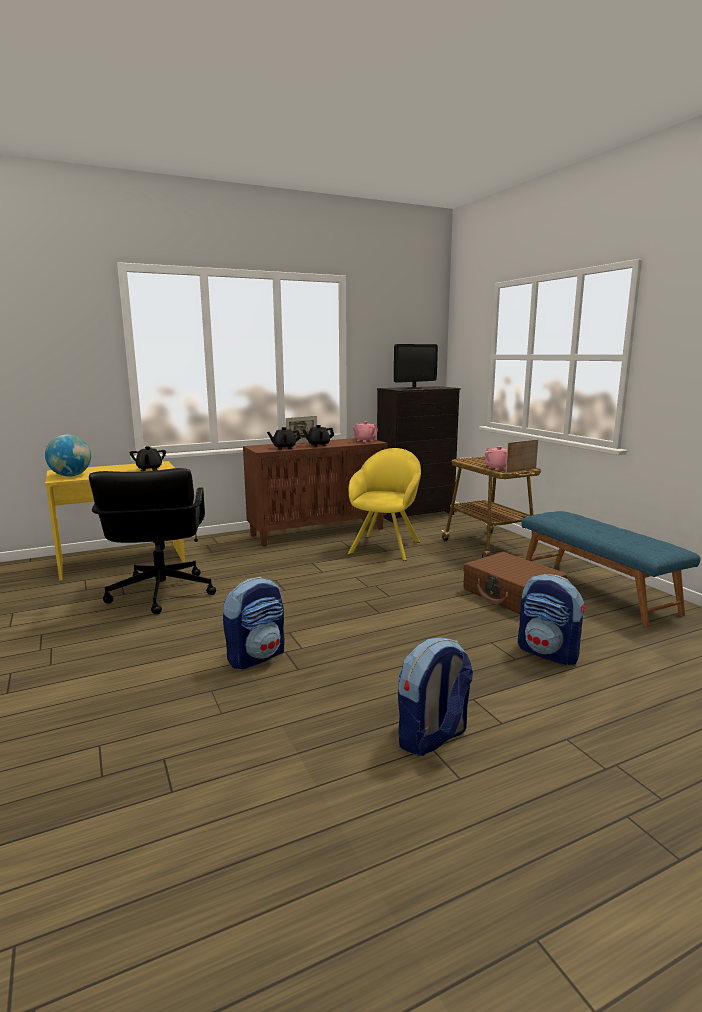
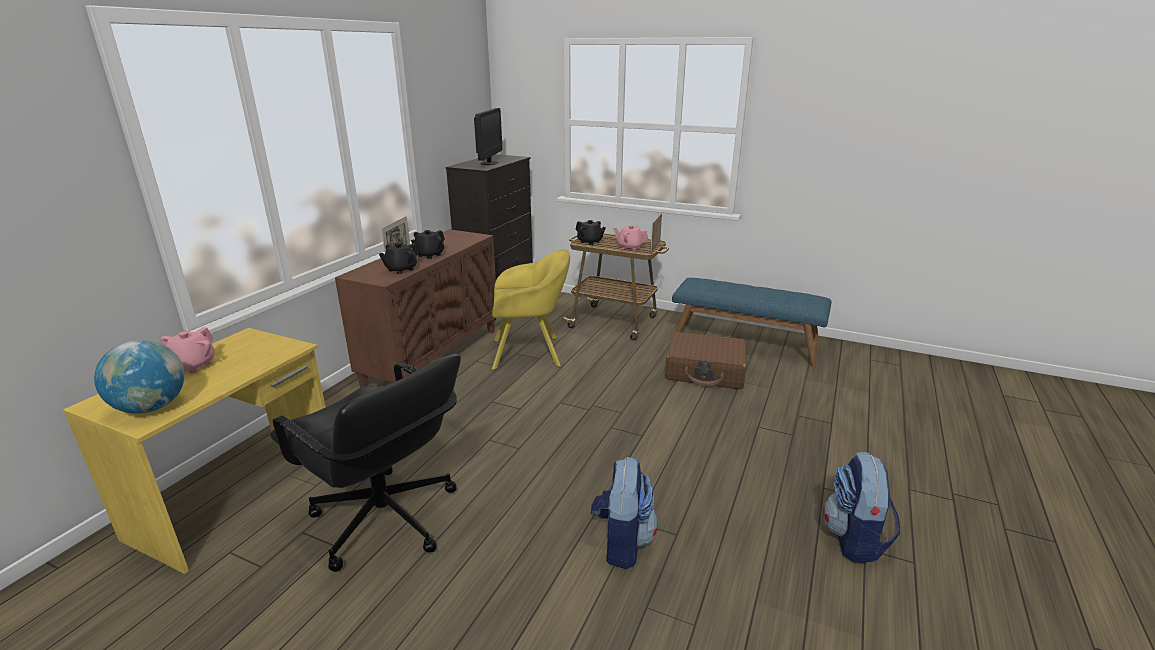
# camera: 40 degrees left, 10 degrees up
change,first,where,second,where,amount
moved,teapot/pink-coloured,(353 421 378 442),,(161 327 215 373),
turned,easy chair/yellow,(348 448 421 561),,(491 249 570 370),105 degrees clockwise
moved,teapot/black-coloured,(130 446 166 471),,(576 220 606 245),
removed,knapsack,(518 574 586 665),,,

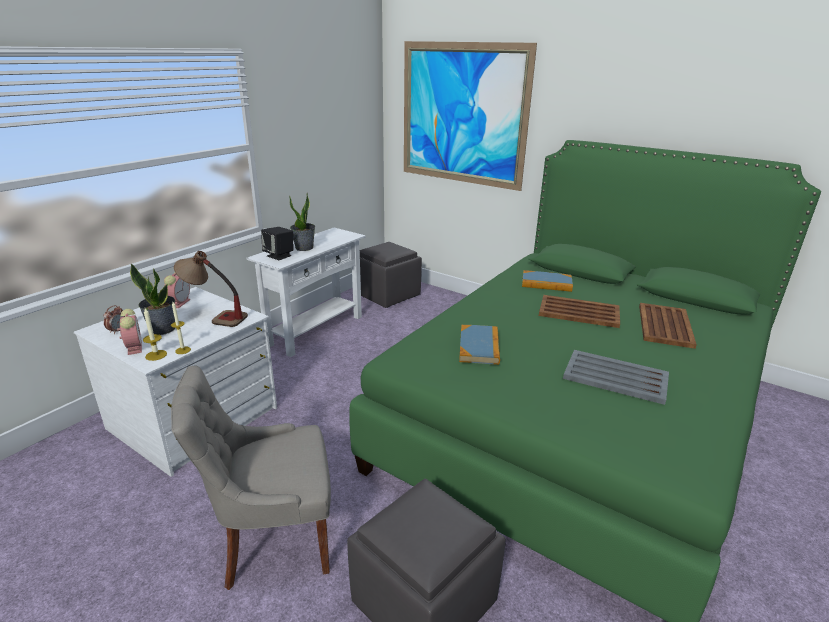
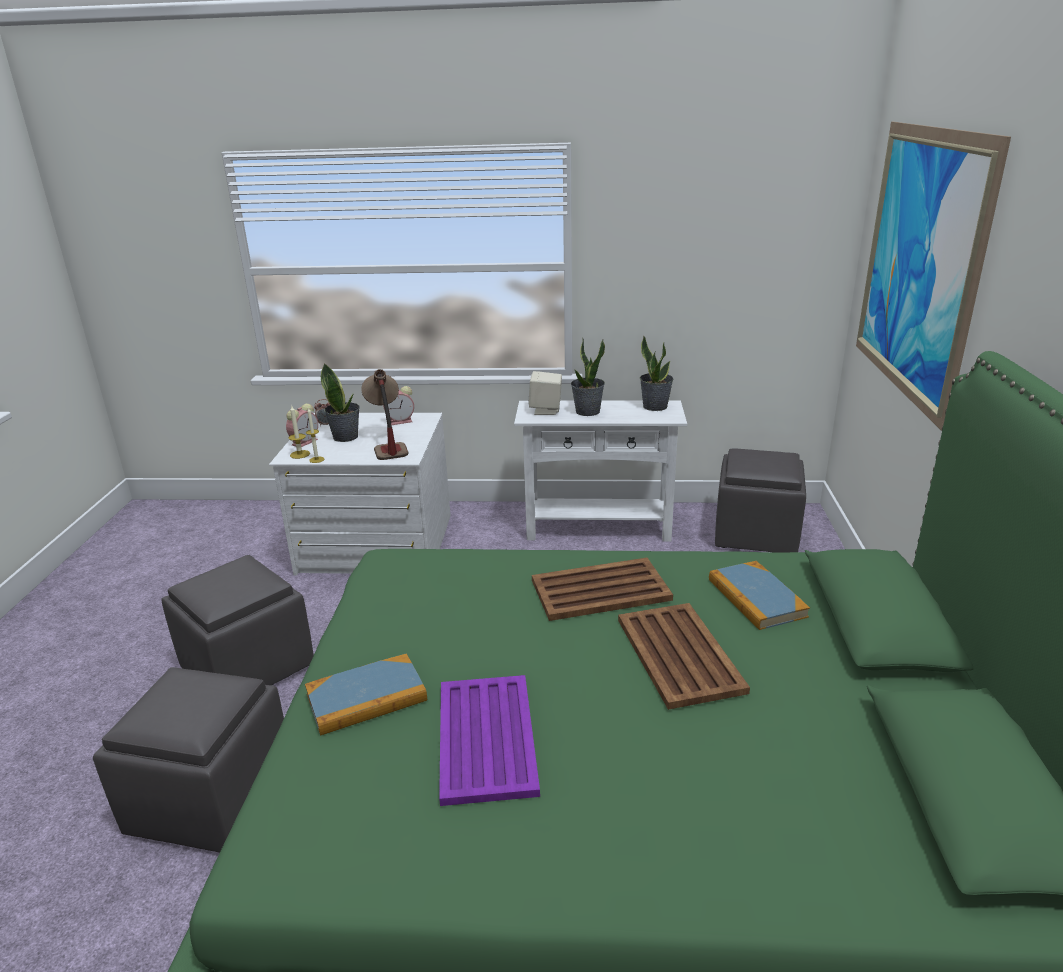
# camera: 60 degrees right, 0 degrees up
change,first,where,second,where,amount
replaced,upright chair/gray,(171 365 331 590),ottoman/gray,(161 555 314 685),
moved,book,(459 325 500 365),,(305 653 427 736),
recoloured,tray/gray,(563 350 669 405),tray/purple,(439 675 540 806),
recoloured,audio speaker/black-coloured,(261 227 294 260),audio speaker/beige,(528 371 562 415),
moved,tray/brown-coloured,(639 303 697 349),,(532 558 673 621),
added,,,potted plant,(640 335 674 411),

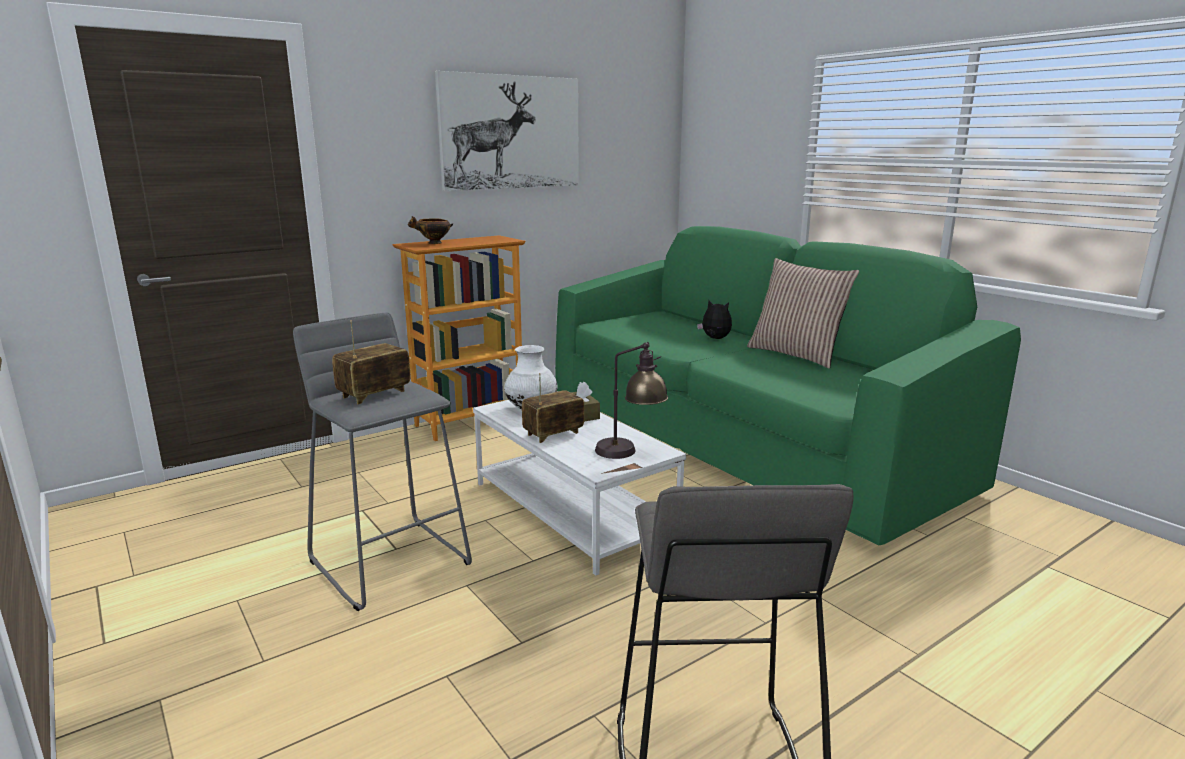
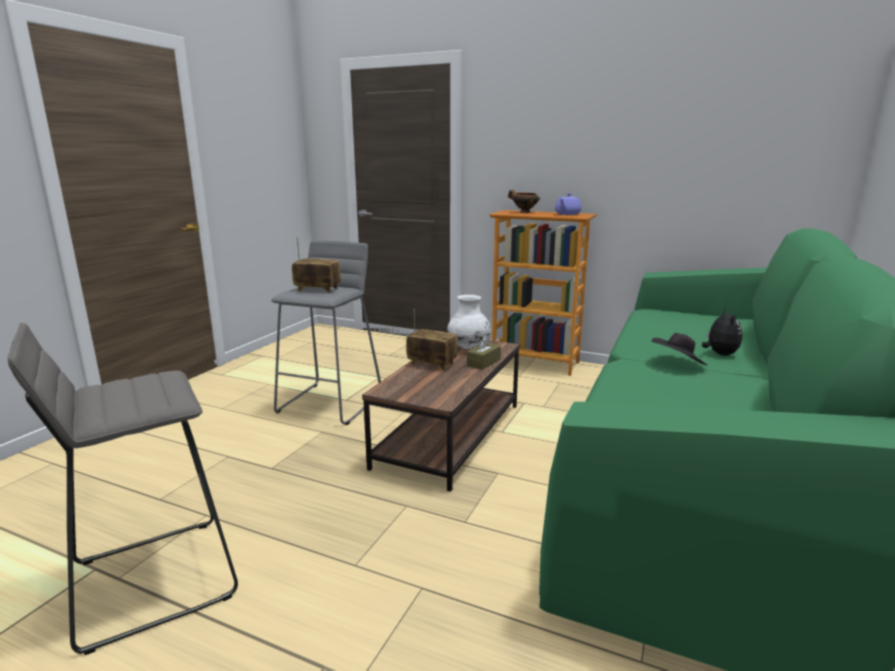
# camera: 60 degrees right, 0 degrees up
change,first,where,second,where,amount
recoloured,low table/whitish,(473 400 686 576),low table/brown-coloured,(362 340 520 492),
added,,,teapot/purple,(555 193 582 215),
added,,,wearable hat/black-coloured,(652 333 707 365),
removed,wall picture,(435 71 579 191),,,
removed,lamp for a table,(595 342 668 459),,,
removed,throw pillow,(747 258 859 369),,,

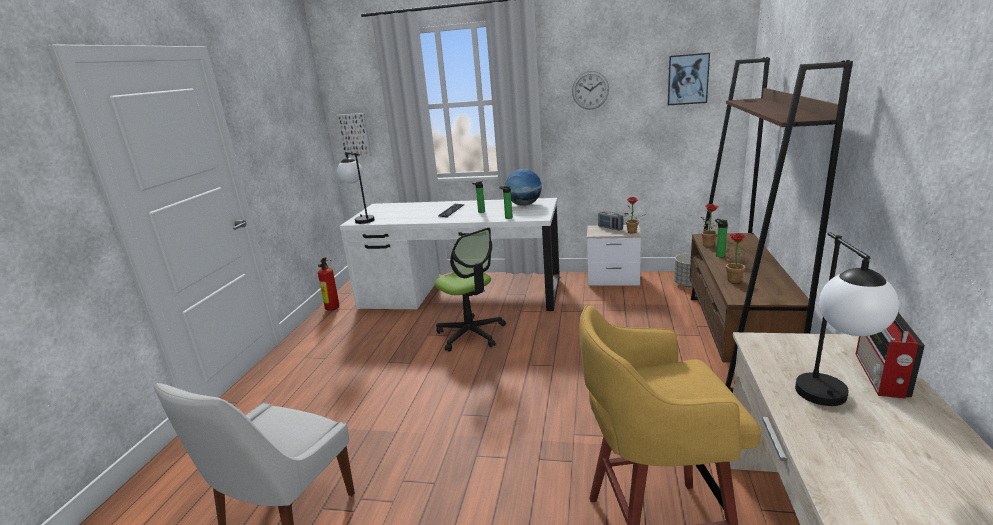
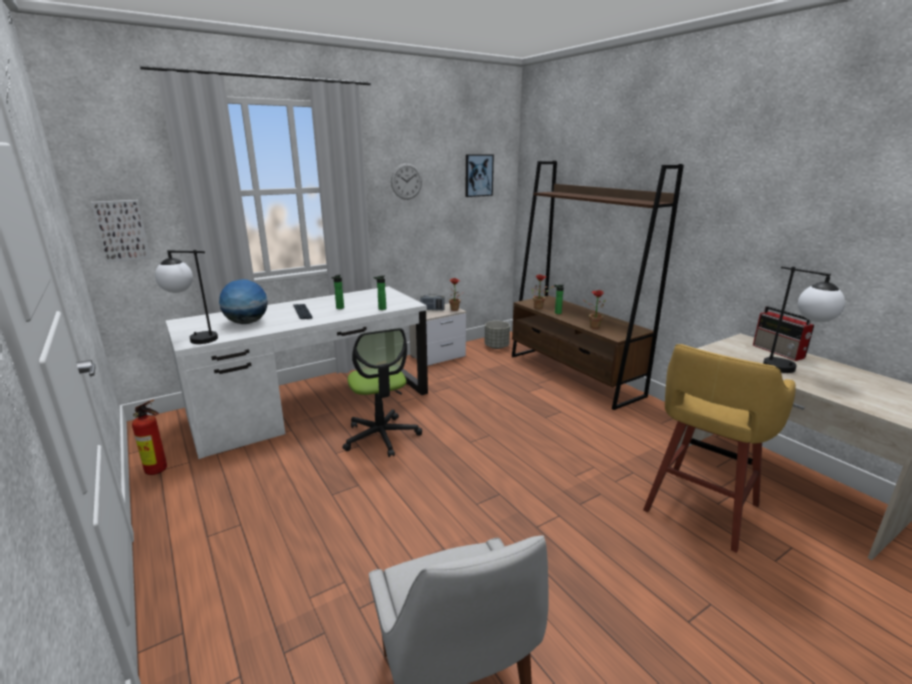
# camera: 45 degrees left, 0 degrees up
change,first,where,second,where,amount
moved,desk globe,(505 169 542 206),,(219 279 268 324),
turned,computer chair,(435 228 506 352),,(342 328 422 457),60 degrees clockwise

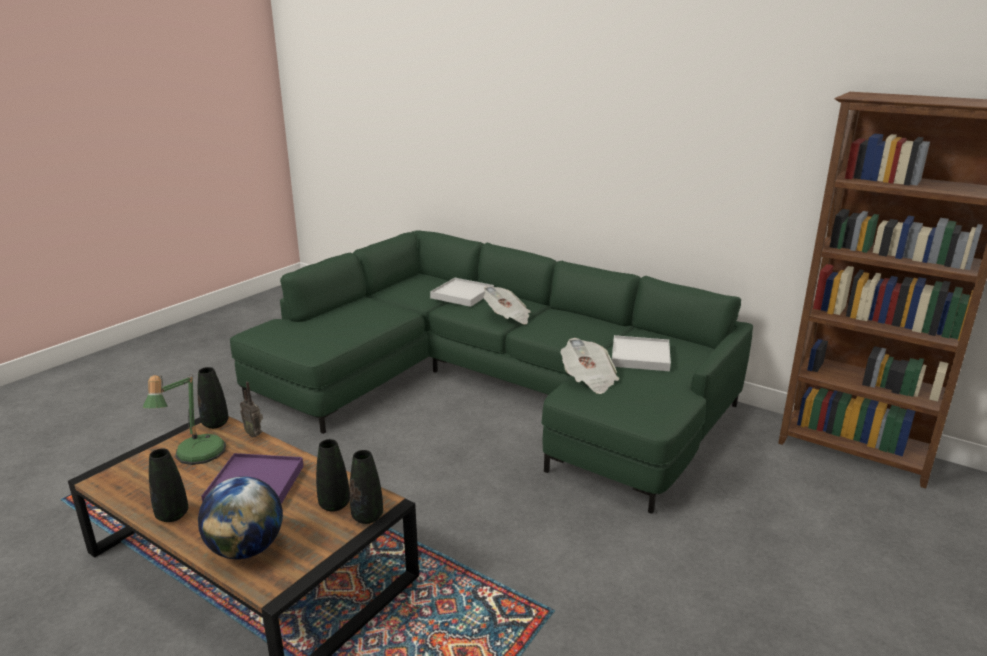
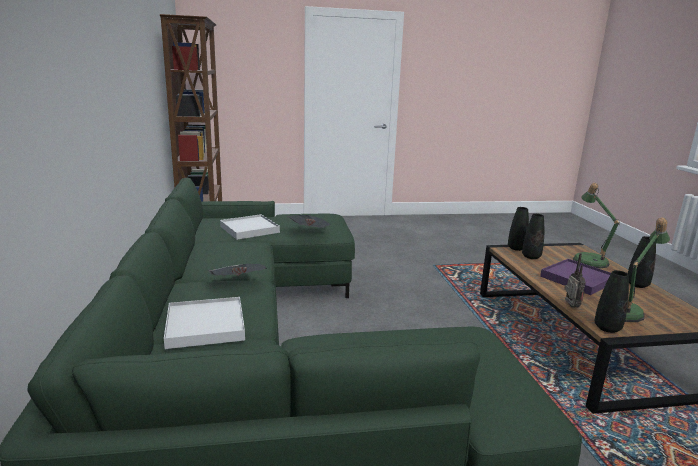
# camera: 135 degrees left, 5 degrees down
change,first,where,second,where,amount
replaced,desk globe,(198 476 283 559),lamp for a table,(573 183 620 268),

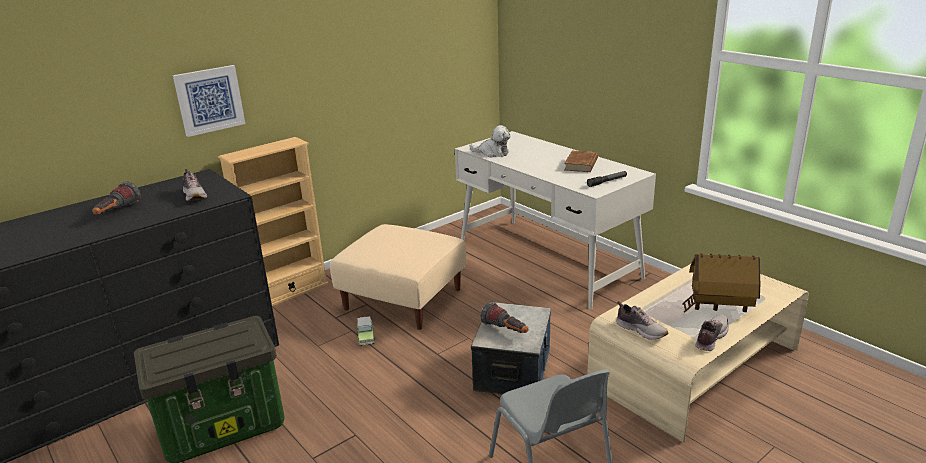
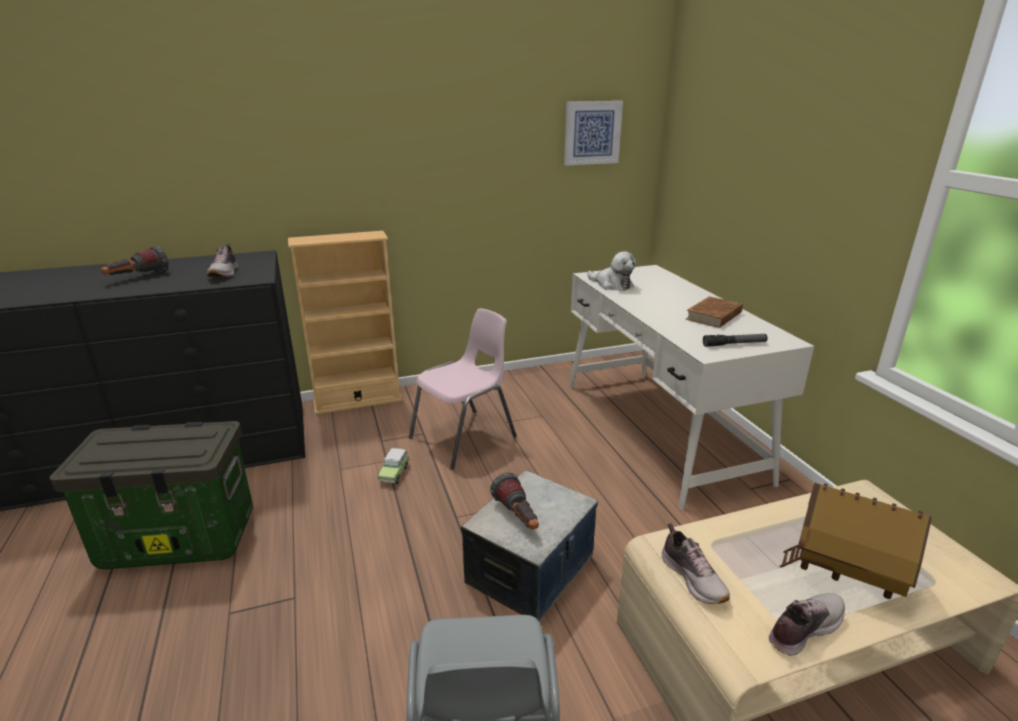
# camera: 20 degrees right, 0 degrees up
change,first,where,second,where,amount
replaced,ottoman/beige,(330 224 466 330),upright chair/pink-coloured,(409 308 517 469),
moved,wall picture,(173 65 245 137),,(564 101 623 165),

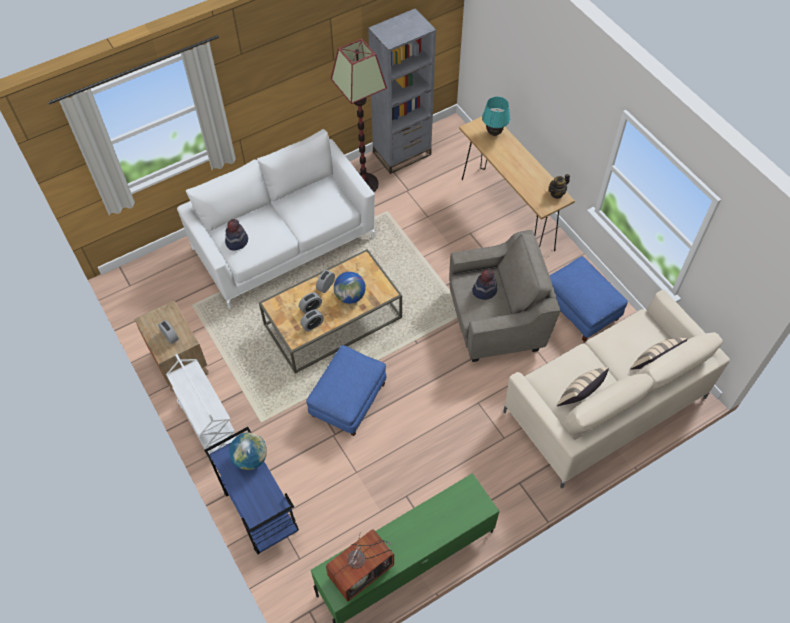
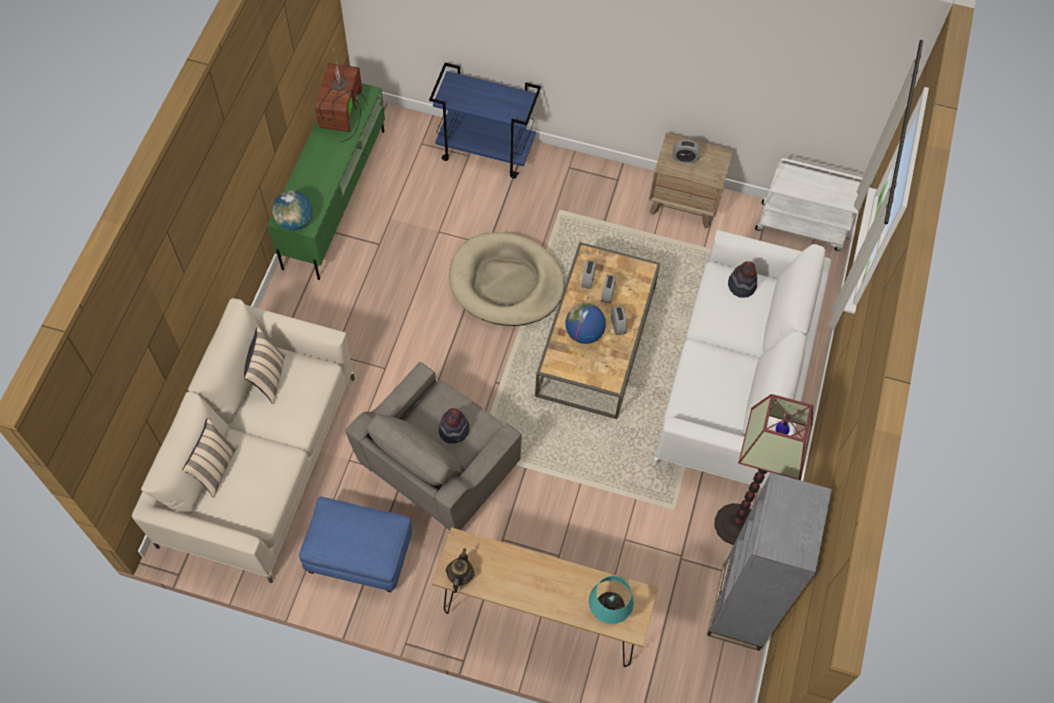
# camera: 135 degrees right, 5 degrees up
change,first,where,second,where,amount
moved,desk globe,(229 432 267 470),,(272 190 313 230),
replaced,ottoman/bluish,(306 345 386 436),dog bed/beige,(449 232 565 326),
moved,cart/whitish,(166 354 236 463),,(755 158 862 251),

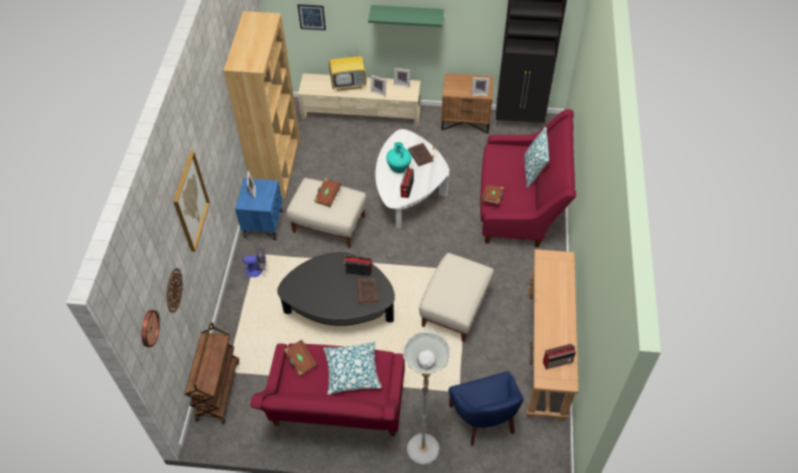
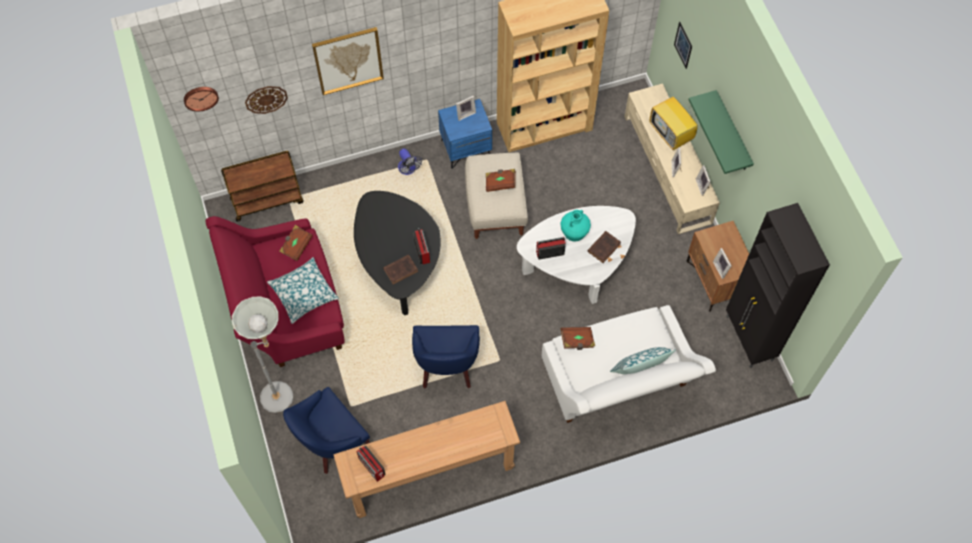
# camera: 65 degrees right, 10 degrees up
change,first,where,second,where,amount
replaced,ottoman/beige,(419 253 494 342),easy chair/bluish,(412 325 480 389),
recoloured,sofa/red-coloured,(480 109 576 247),sofa/whitish,(542 305 716 423),

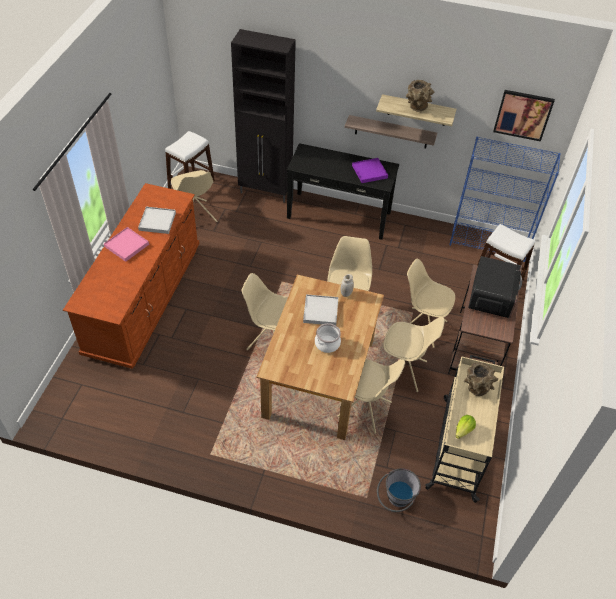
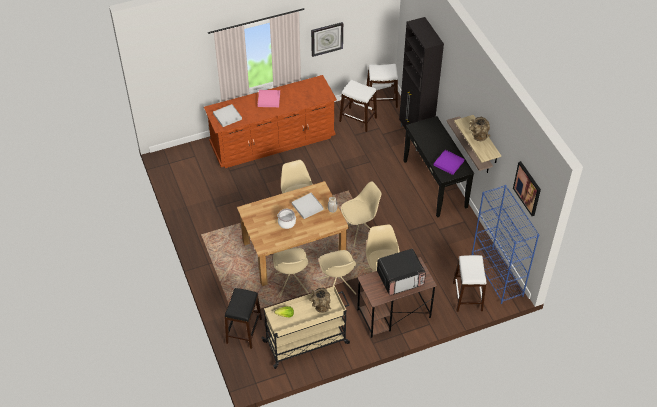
# camera: 55 degrees right, 0 degrees up
change,first,where,second,where,amount
moved,tray/whitish,(138 207 176 234),,(213 104 242 127),
replaced,water bucket/gray,(377 468 421 512),stool seat/black-coloured,(225 288 262 349),
added,,,clock on the wall,(311 22 343 57),
replaced,upright chair/beige,(171 170 218 222),stool seat/whitish,(339 80 377 132),

